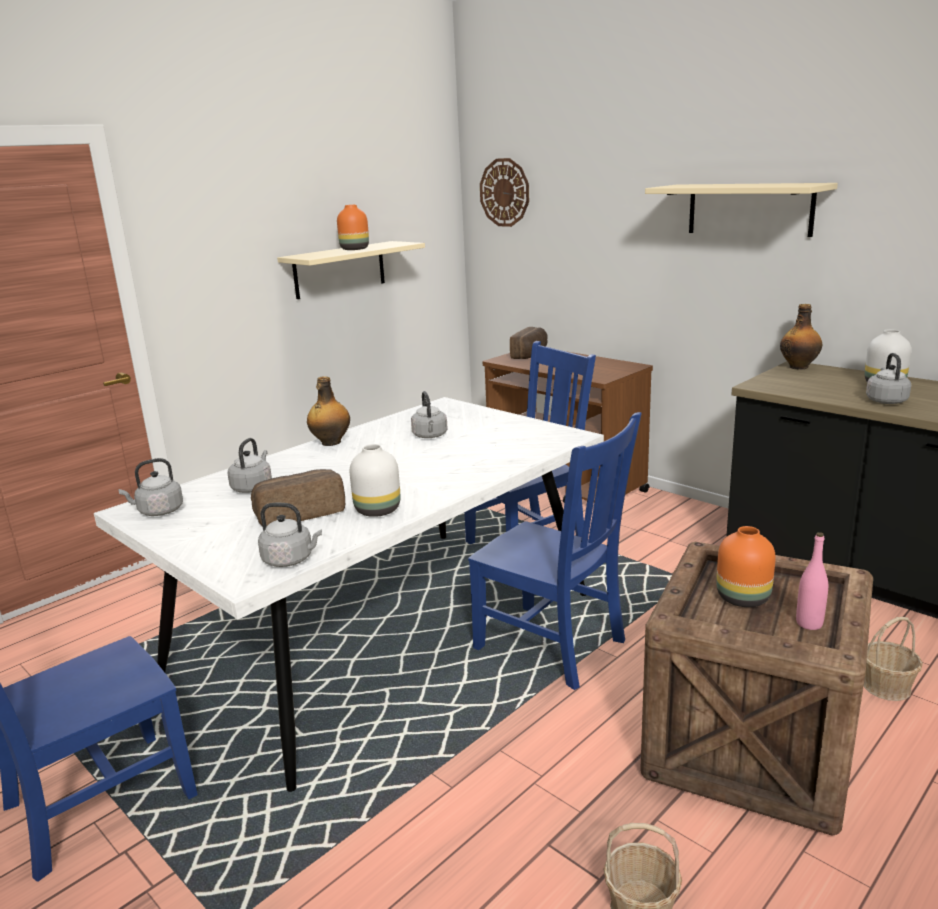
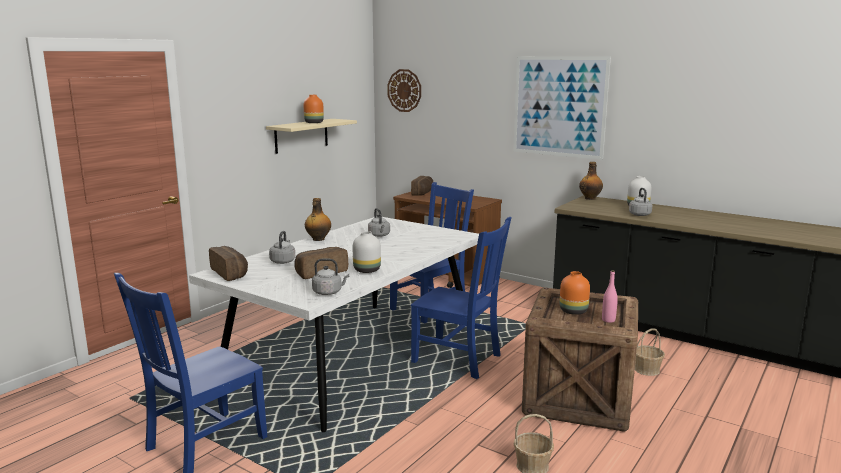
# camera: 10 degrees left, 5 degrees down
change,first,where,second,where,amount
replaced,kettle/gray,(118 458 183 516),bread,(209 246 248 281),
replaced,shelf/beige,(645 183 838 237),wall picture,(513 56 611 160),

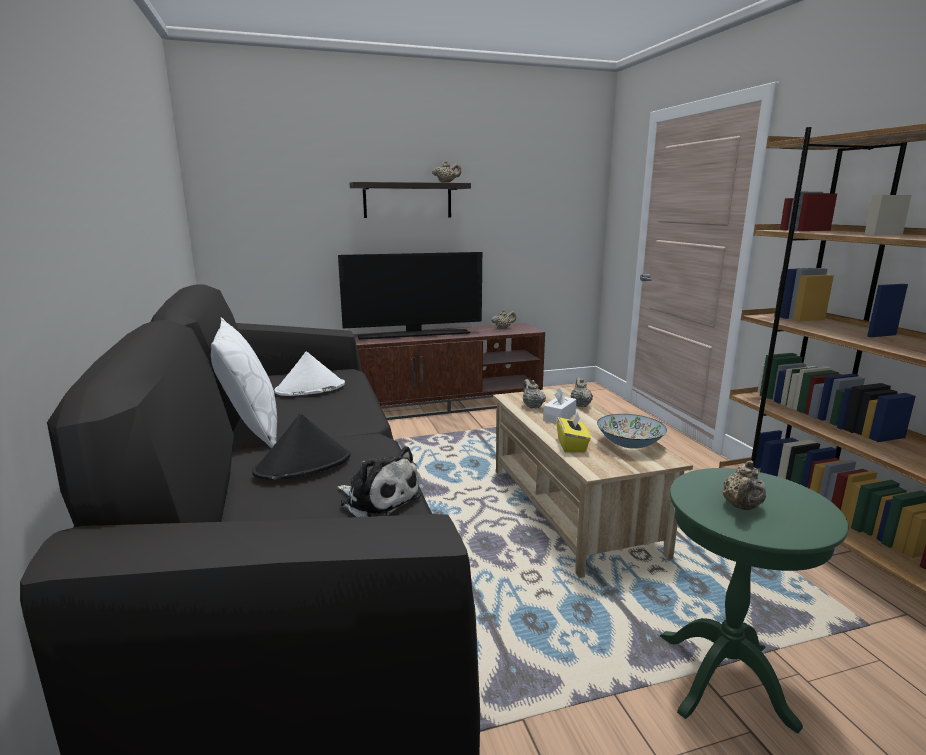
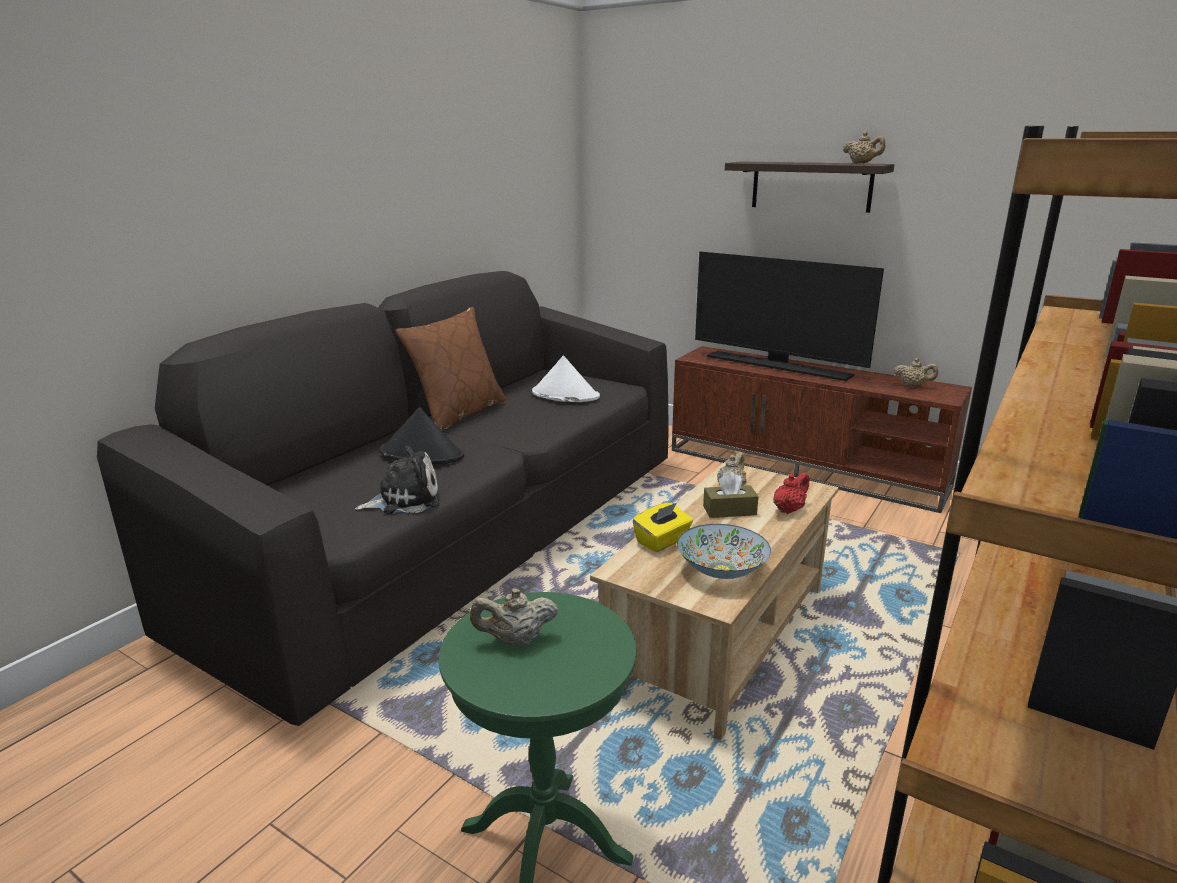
# camera: 50 degrees right, 5 degrees up
change,first,where,second,where,amount
turned,plush toy,(337 446 422 517),,(355 445 439 514),105 degrees counterclockwise
recoloured,throw pillow/whitish,(211 317 277 448),throw pillow/brown-coloured,(396 307 507 432),
recoloured,box of tissues/whitish,(543 387 576 423),box of tissues/brown-coloured,(703 472 759 518),
recoloured,teapot/beige,(571 378 593 407),teapot/red-coloured,(773 472 809 514),

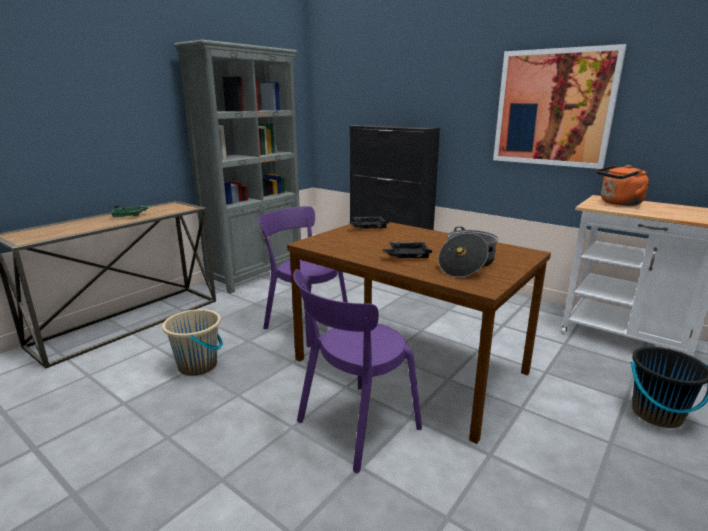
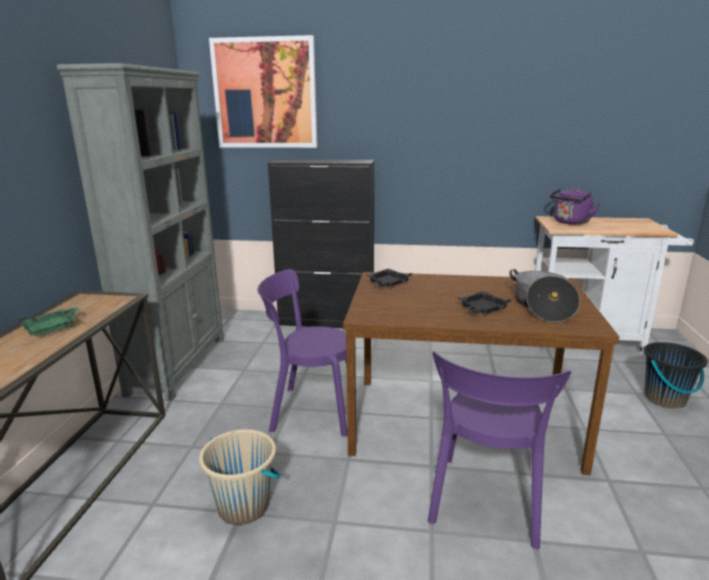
# camera: 30 degrees left, 0 degrees up
change,first,where,second,where,amount
moved,wall picture,(493 44 626 169),,(209 35 318 148),
recoloured,kettle/orange-coloured,(596 165 649 206),kettle/purple,(550 188 599 225),

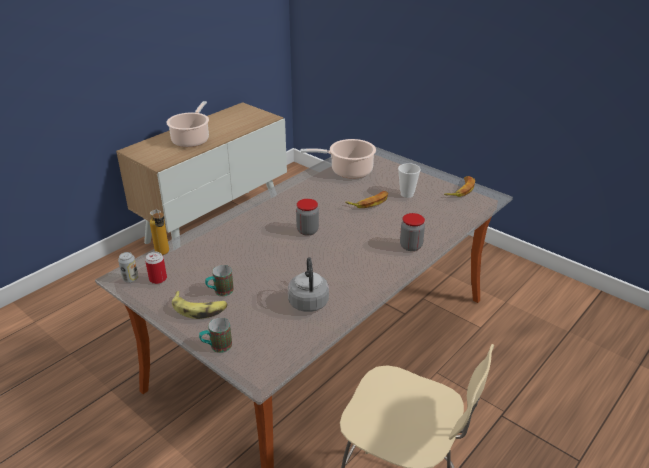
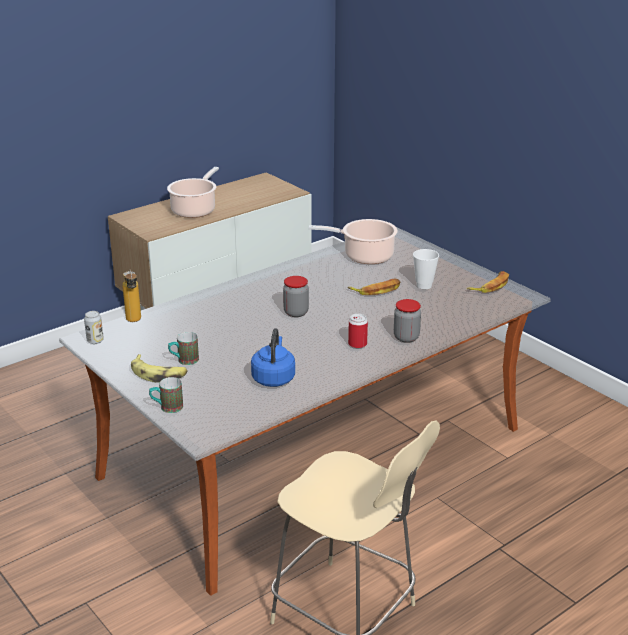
# camera: 10 degrees right, 5 degrees down
change,first,where,second,where,amount
recoloured,kettle/gray,(288 257 329 312),kettle/bluish,(251 328 295 387),
moved,sealed can,(145 252 167 284),,(348 314 368 348),

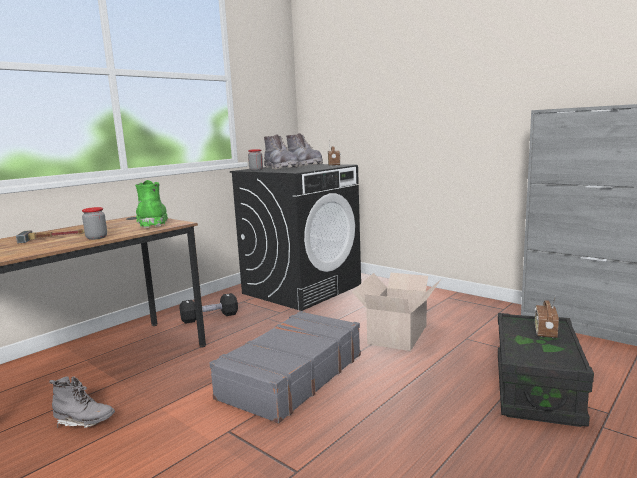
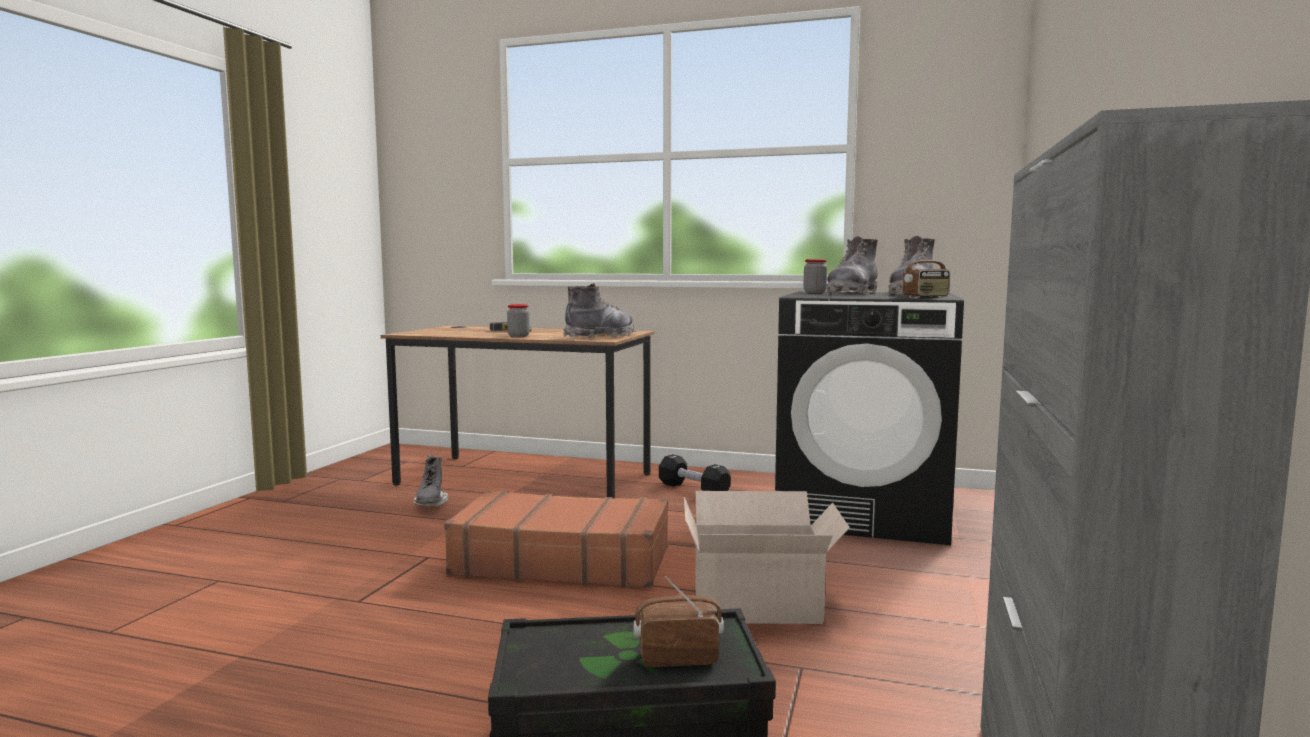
# camera: 65 degrees right, 5 degrees down
change,first,where,second,where,amount
recoloured,travel case/gray,(210 311 361 423),travel case/brown-coloured,(444 490 668 588),
recoloured,boot/green-coloured,(135 180 168 228),boot/gray,(564 283 634 338),

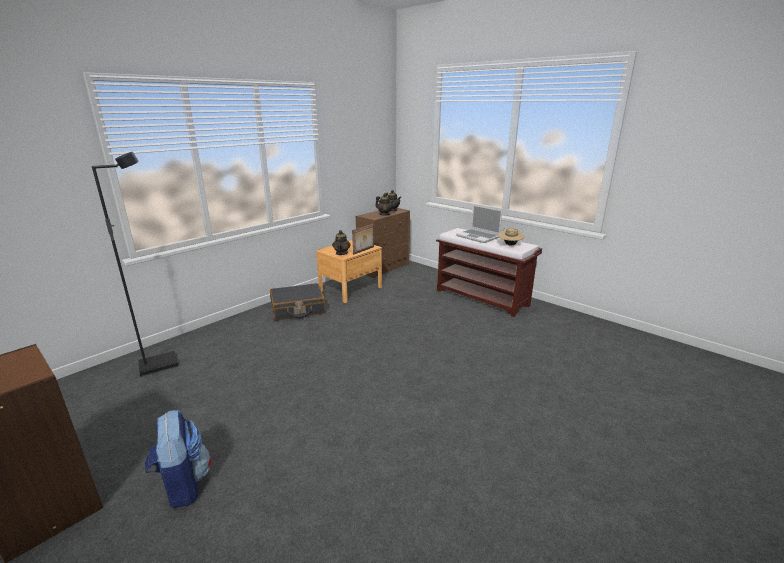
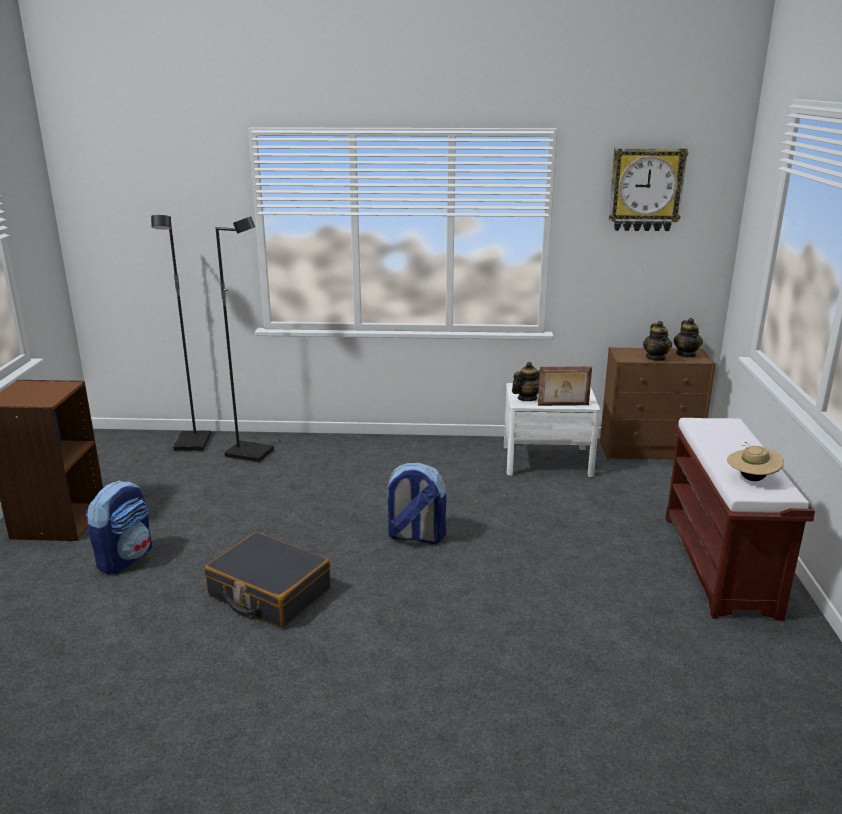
# camera: 50 degrees right, 0 degrees up
change,first,where,second,where,amount
added,,,floor lamp/black-coloured,(151 215 211 451),
moved,travel case/black-coloured,(270 283 326 320),,(204 532 331 628),
added,,,knapsack,(386 462 446 544),
recoloured,night table/brown-coloured,(316 240 382 303),night table/whitish,(504 383 600 477),
added,,,clock on the wall,(608 148 688 231),
removed,portable computer,(456 205 502 243),,,

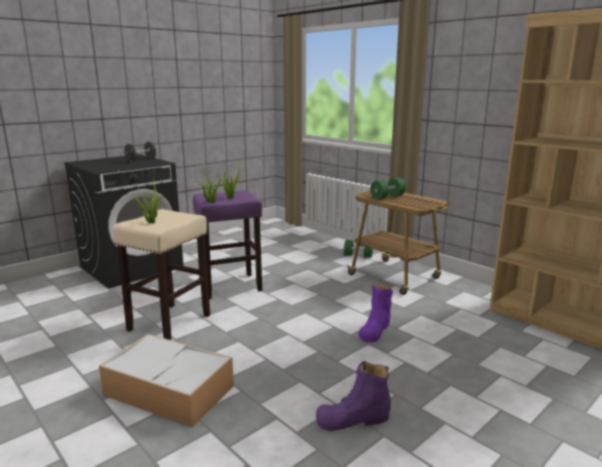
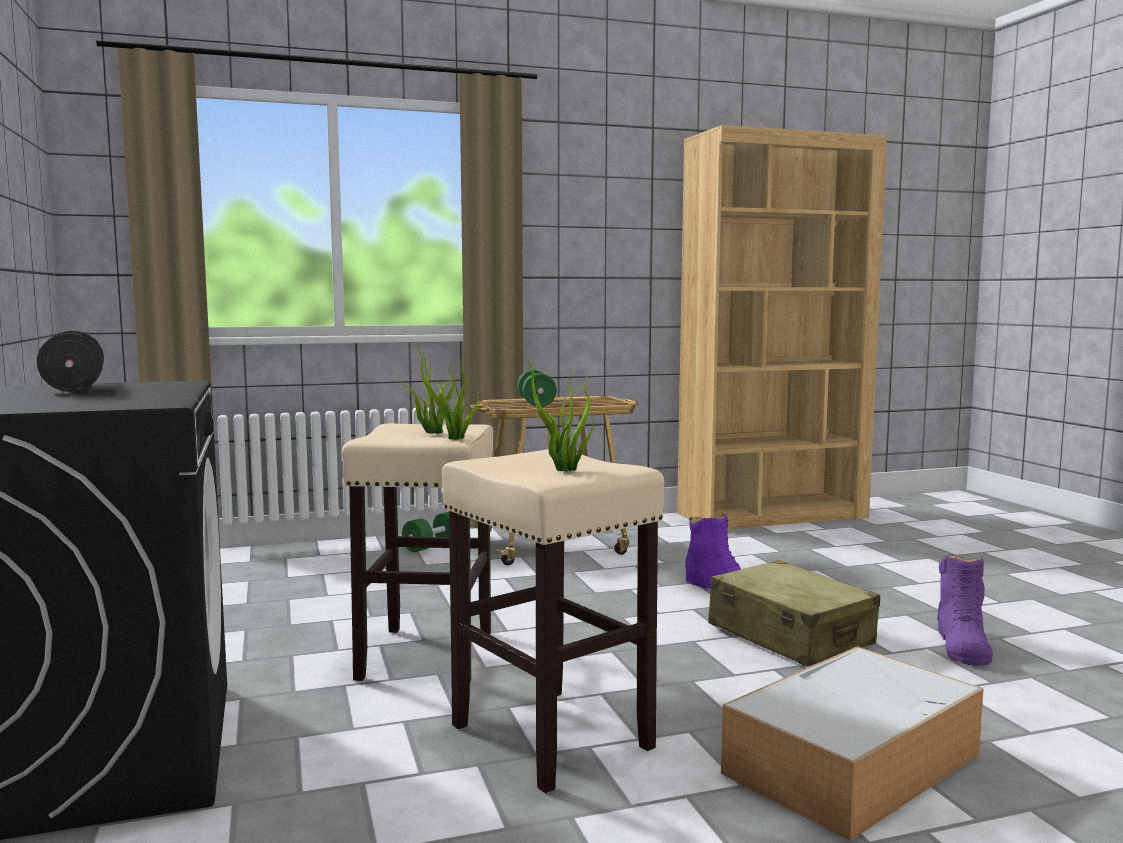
# camera: 65 degrees left, 10 degrees down
change,first,where,second,where,amount
recoloured,stool seat/purple,(193 190 262 299),stool seat/beige,(342 423 493 681),
added,,,travel case/beige,(708 560 880 667),

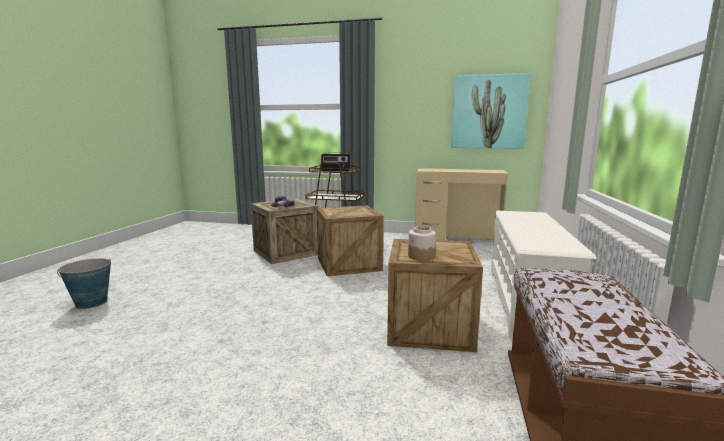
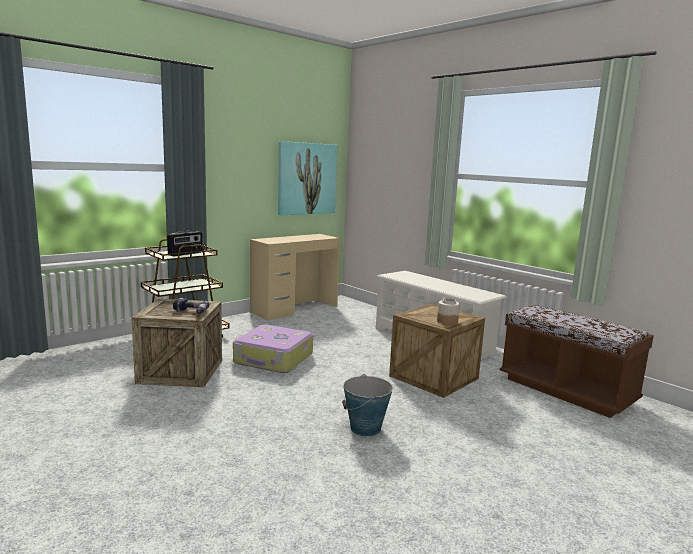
# camera: 55 degrees left, 0 degrees up
change,first,where,second,where,amount
replaced,crate,(317 205 384 276),travel case,(233 325 313 373),
moved,water bucket,(57 258 111 309),,(342 374 393 437),

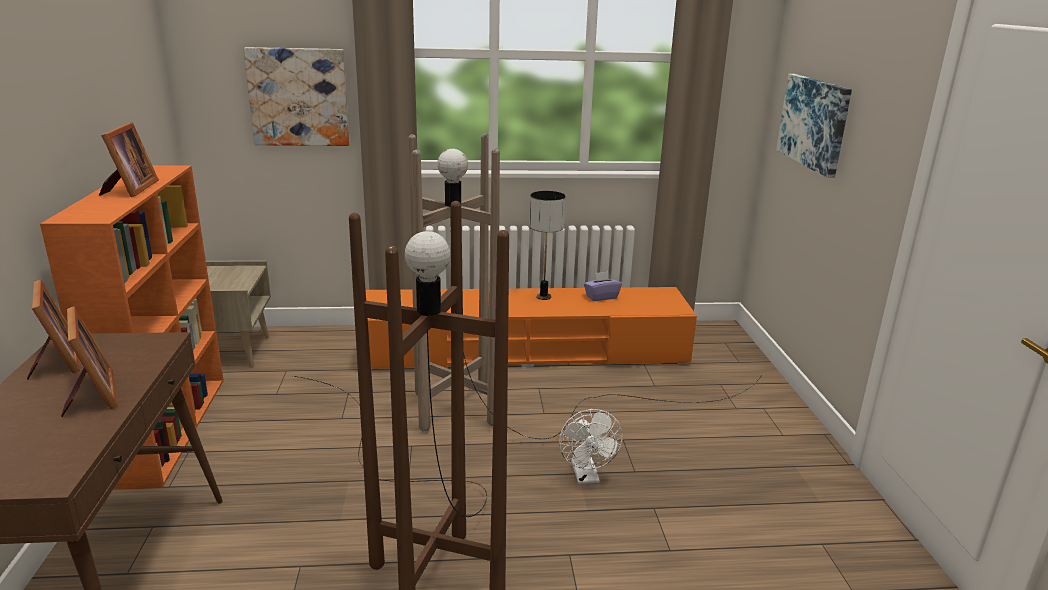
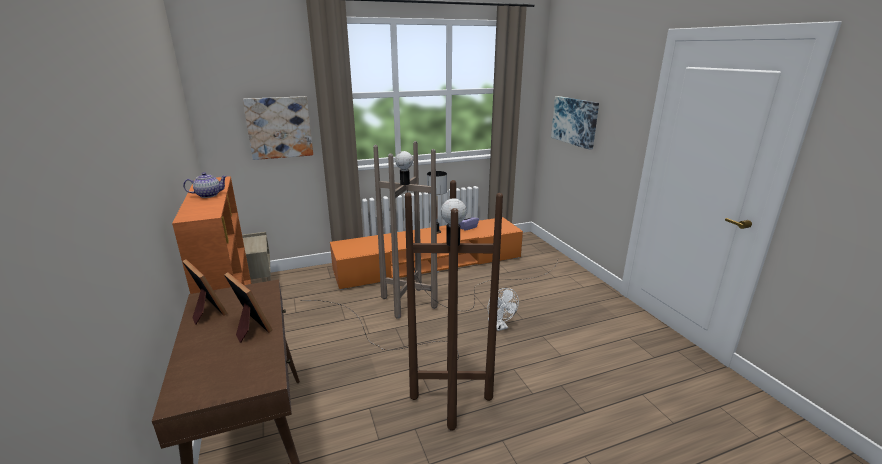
# camera: 15 degrees left, 0 degrees up
change,first,where,second,where,amount
replaced,photo frame,(99 122 159 197),teapot,(183 172 227 198),

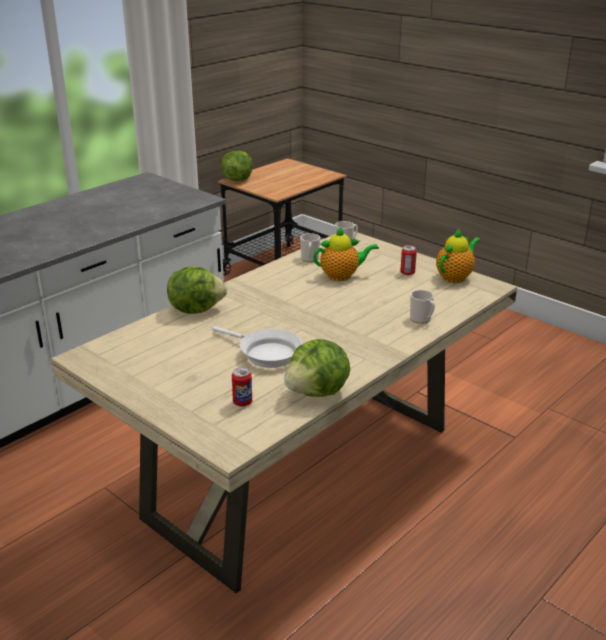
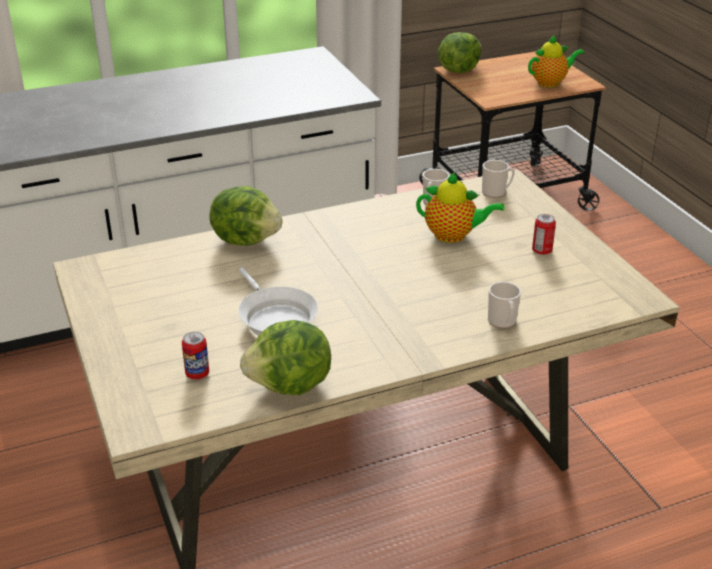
# camera: 25 degrees right, 5 degrees up
change,first,where,second,where,amount
moved,teapot,(436 228 480 283),,(528 35 584 87),

